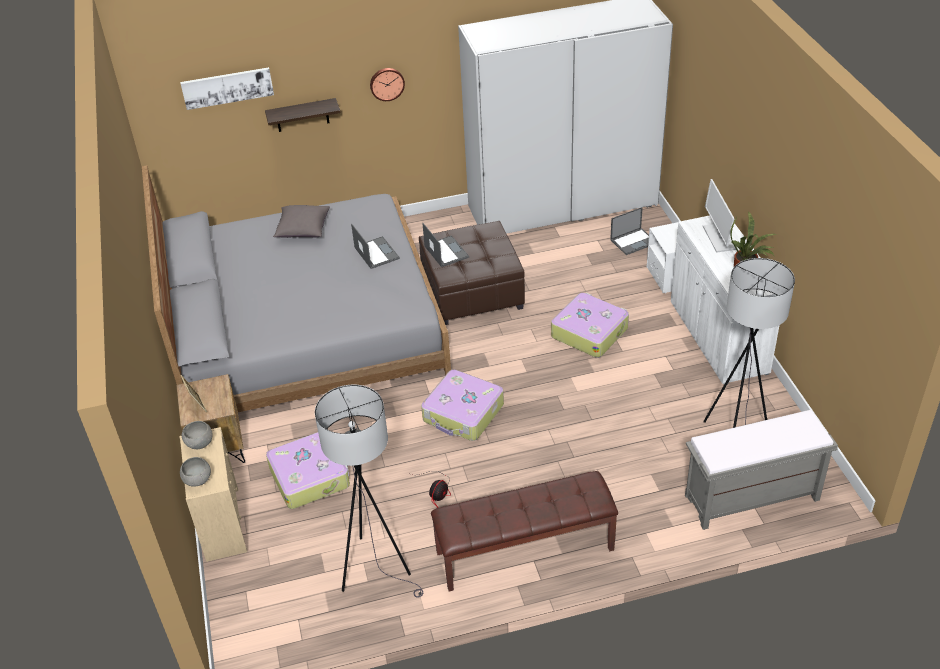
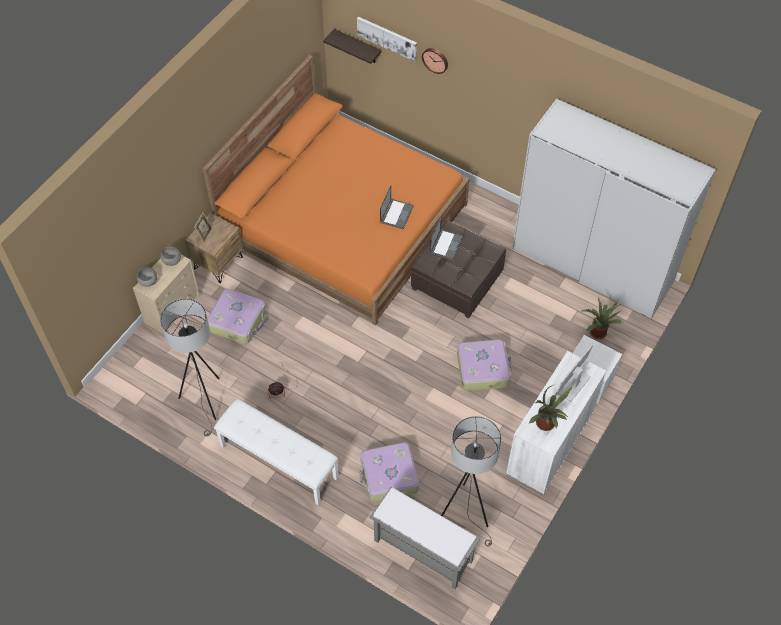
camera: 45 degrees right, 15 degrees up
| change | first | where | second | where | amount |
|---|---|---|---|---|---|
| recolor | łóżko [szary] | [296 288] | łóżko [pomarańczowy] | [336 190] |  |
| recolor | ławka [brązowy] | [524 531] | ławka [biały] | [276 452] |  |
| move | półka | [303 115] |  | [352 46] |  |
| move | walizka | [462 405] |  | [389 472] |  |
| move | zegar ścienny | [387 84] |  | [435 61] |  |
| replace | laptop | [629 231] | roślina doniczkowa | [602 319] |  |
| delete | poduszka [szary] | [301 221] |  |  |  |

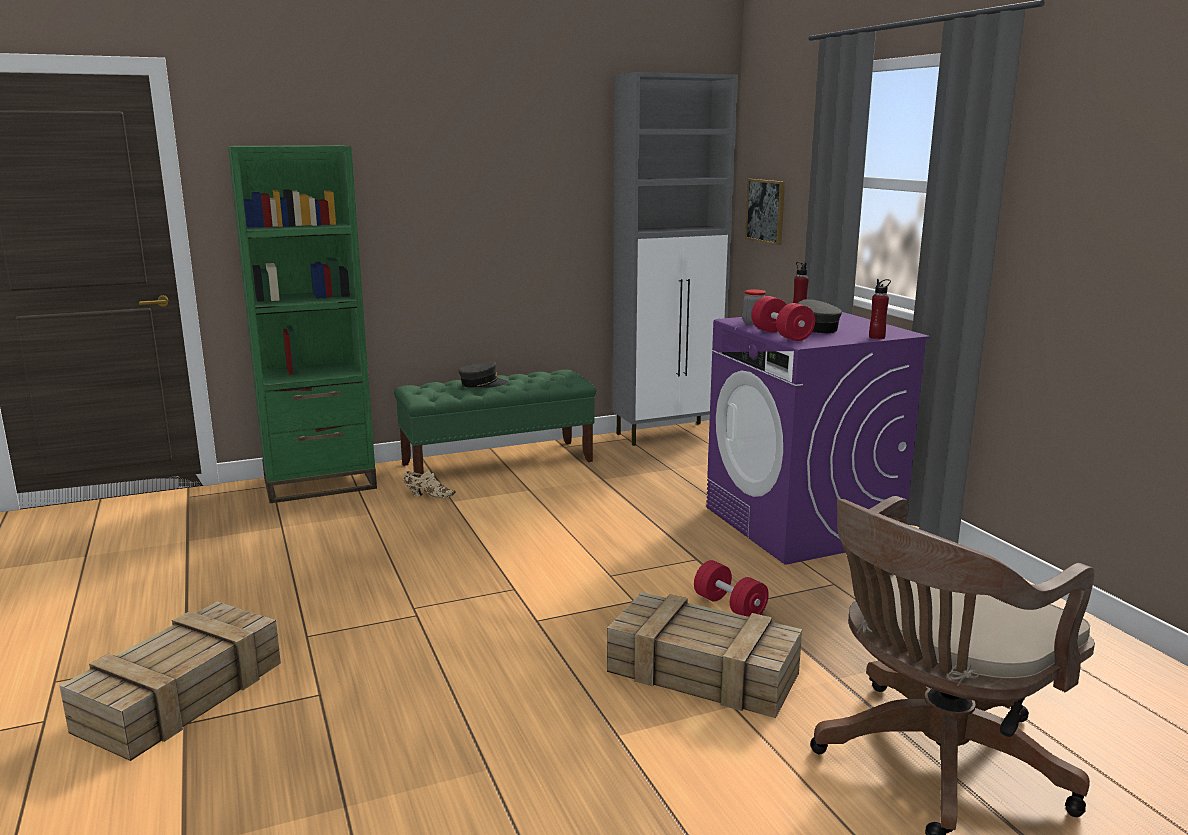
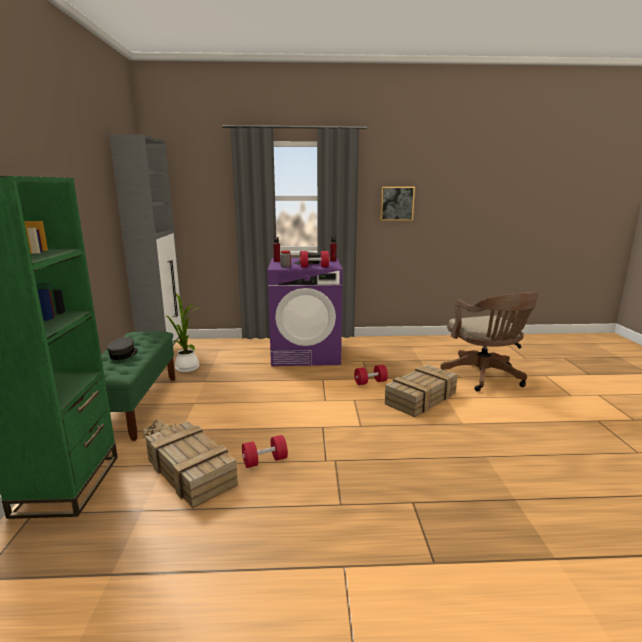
camera: 70 degrees left, 0 degrees up
| change | first | where | second | where | amount |
|---|---|---|---|---|---|
| move | skrzynka | [170 681] |  | [192 464] |  |
| insert |  |  | roślina doniczkowa | [183 332] |  |
| insert |  |  | hantel [czerwony] | [265 451] |  |
| move | obraz | [765 212] |  | [397 204] |  |

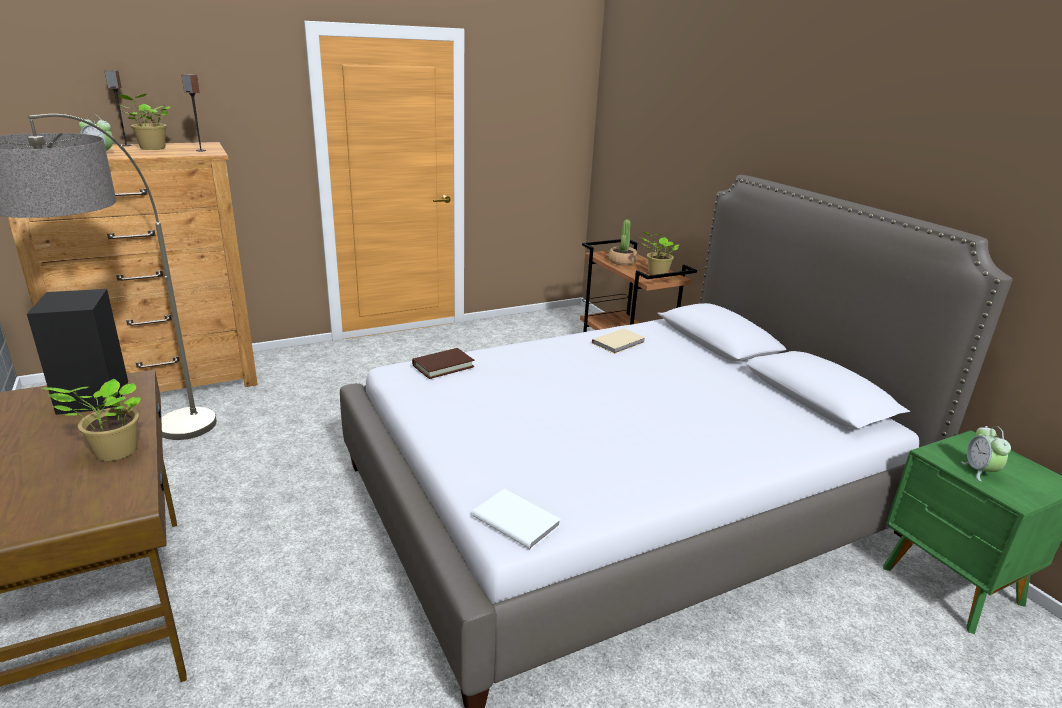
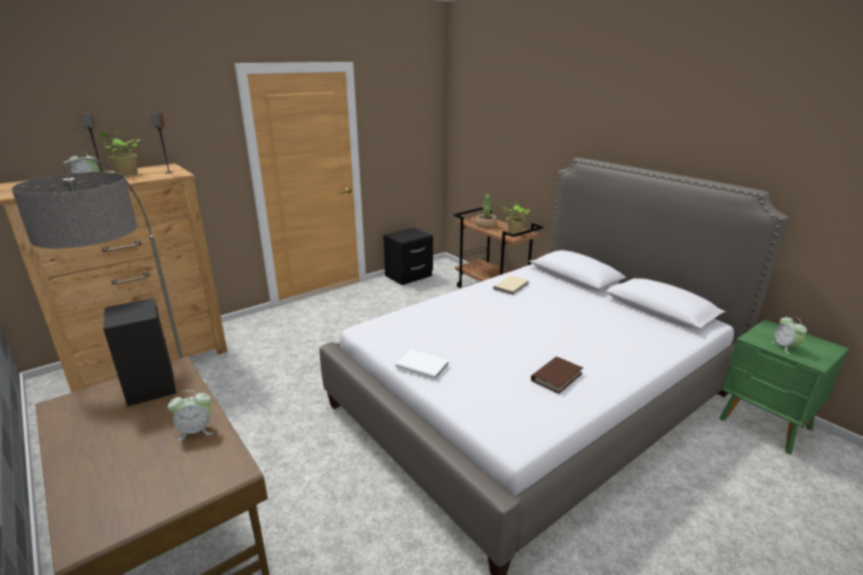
camera: 10 degrees left, 0 degrees up
| change | first | where | second | where | amount |
|---|---|---|---|---|---|
| replace | roślina doniczkowa | [91 420] | budzik | [190 415] |  |
| insert |  |  | szafka nocna [czarny] | [408 256] |  |
| move | książka [biały] | [516 519] |  | [422 364] |  |
| move | książka [brązowy] | [443 363] |  | [557 375] |  |

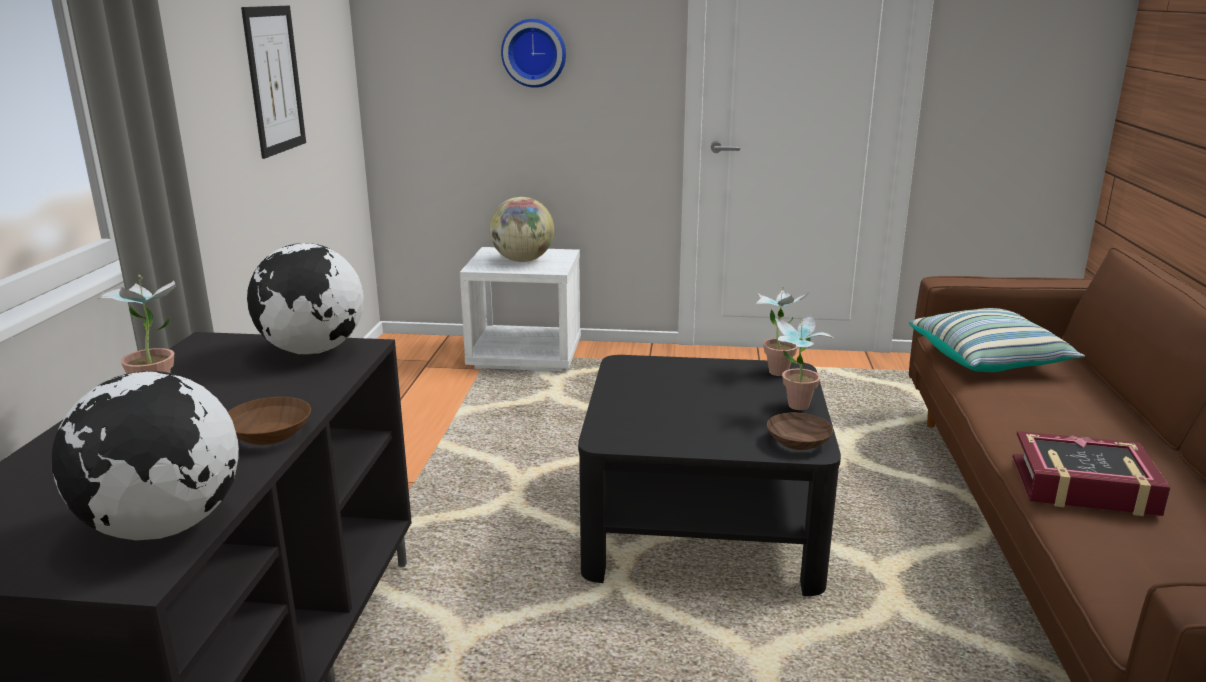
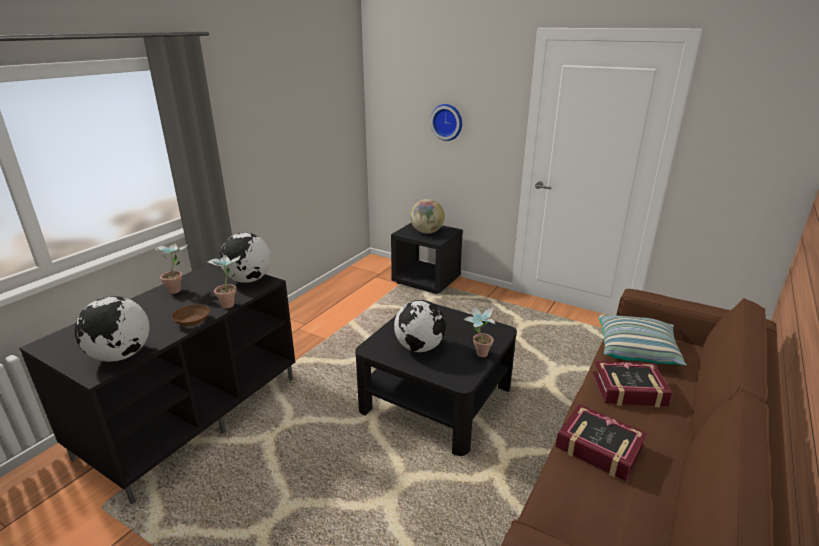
camera: 25 degrees right, 5 degrees up
| change | first | where | second | where | amount |
|---|---|---|---|---|---|
| move | roślina doniczkowa | [783 331] |  | [224 281] |  |
| recolor | szafka nocna [biały] | [520 309] | szafka nocna [czarny] | [427 258] |  |
| insert |  |  | globus | [420 326] |  |
| insert |  |  | książka | [633 384] |  |
| delete | obraz | [273 82] |  |  |  |
| delete | miska [brązowy] | [800 431] |  |  |  |

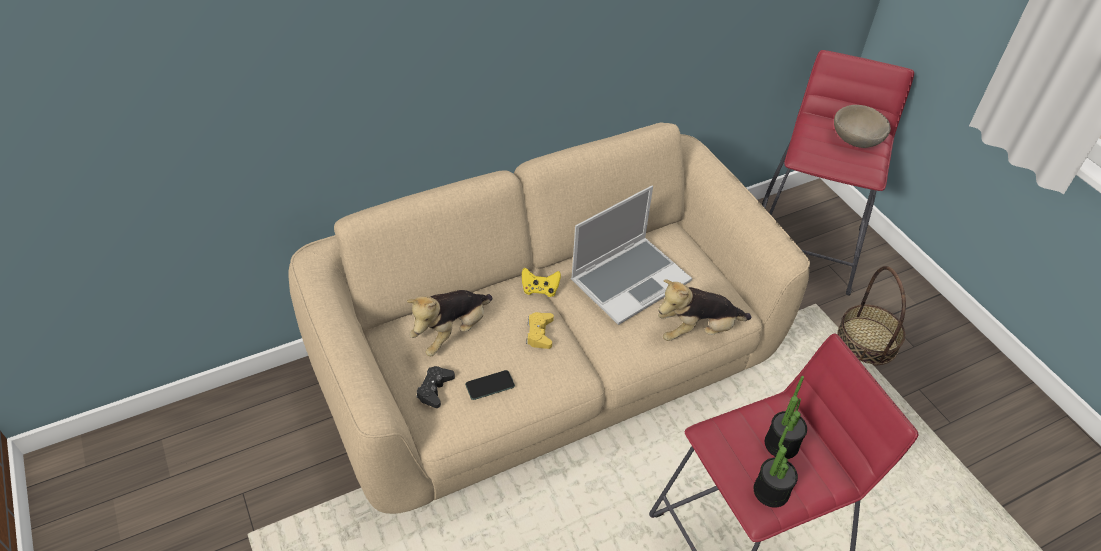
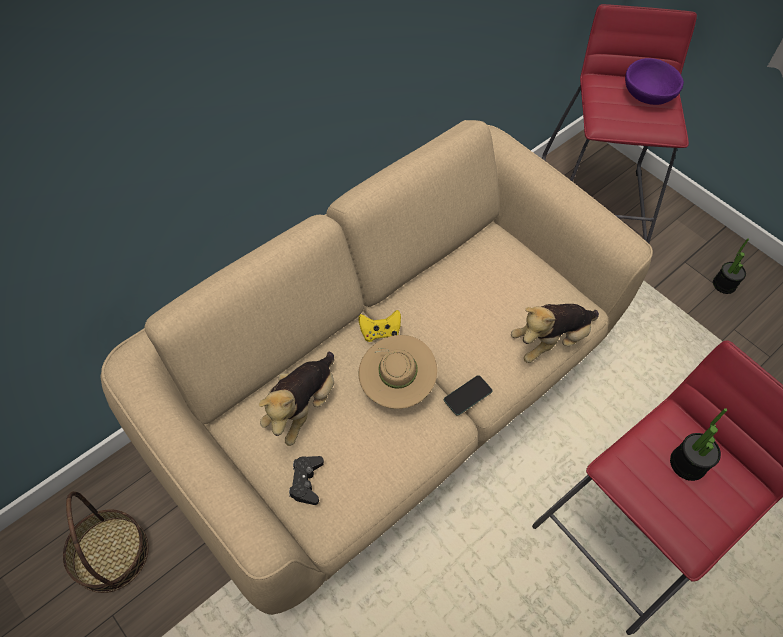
camera: 15 degrees left, 10 degrees up
| change | first | where | second | where | amount |
|---|---|---|---|---|---|
| move | koszyk | [871 315] |  | [106 542] |  |
| replace | pad do gier [żółty] | [540 330] | kapelusz [beżowy] | [397 372] |  |
| move | telefon | [490 385] |  | [468 395] |  |
| recolor | miska [beżowy] | [862 126] | miska [fioletowy] | [654 81] |  |
| move | roślina doniczkowa | [775 467] |  | [731 266] |  |
| delete | laptop | [631 255] |  |  |  |

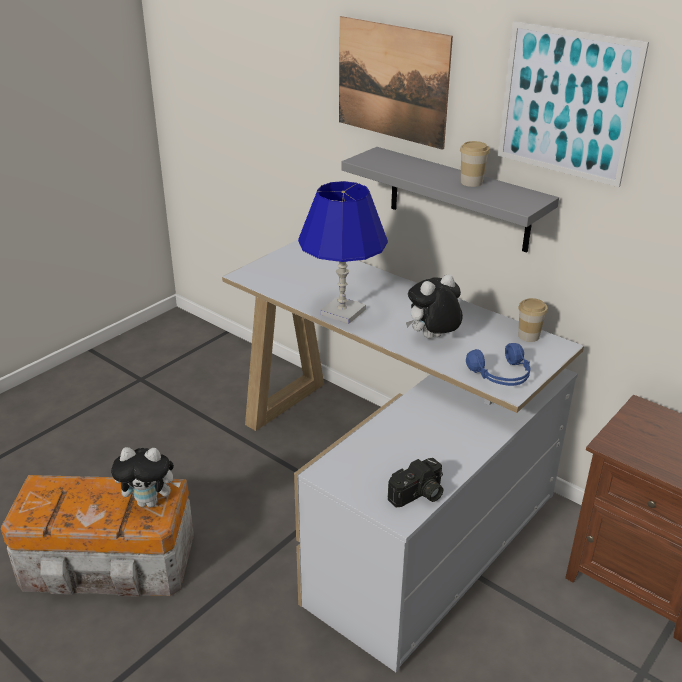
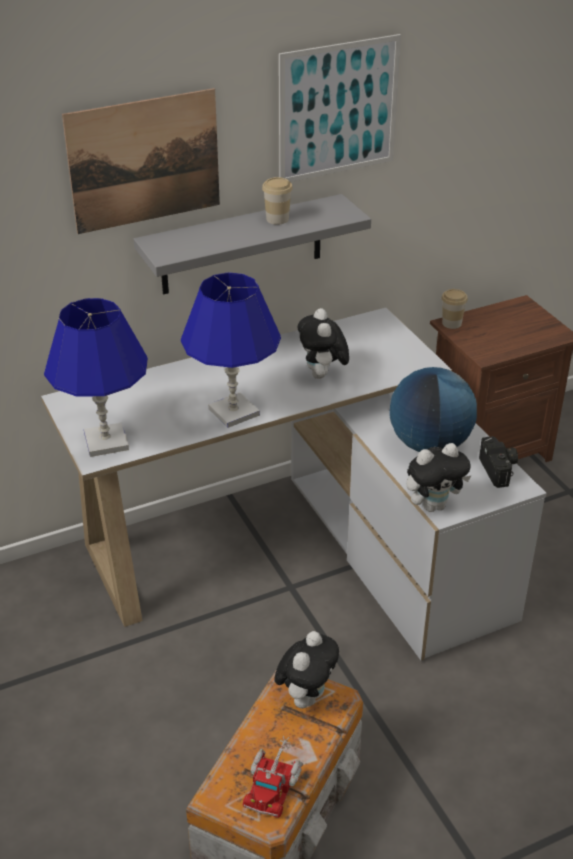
camera: 65 degrees left, 5 degrees up
| change | first | where | second | where | amount |
|---|---|---|---|---|---|
| insert |  |  | lampa stołowa [niebieski] | [96 377] |  |
| insert |  |  | ciężarówka zabawkowa | [272 777] |  |
| insert |  |  | globus | [433 409] |  |
| insert |  |  | pluszak | [438 477] |  |
| move | filiżanka | [533 320] |  | [455 309] |  |
| delete | słuchawki [niebieski] | [498 364] |  |  |  |

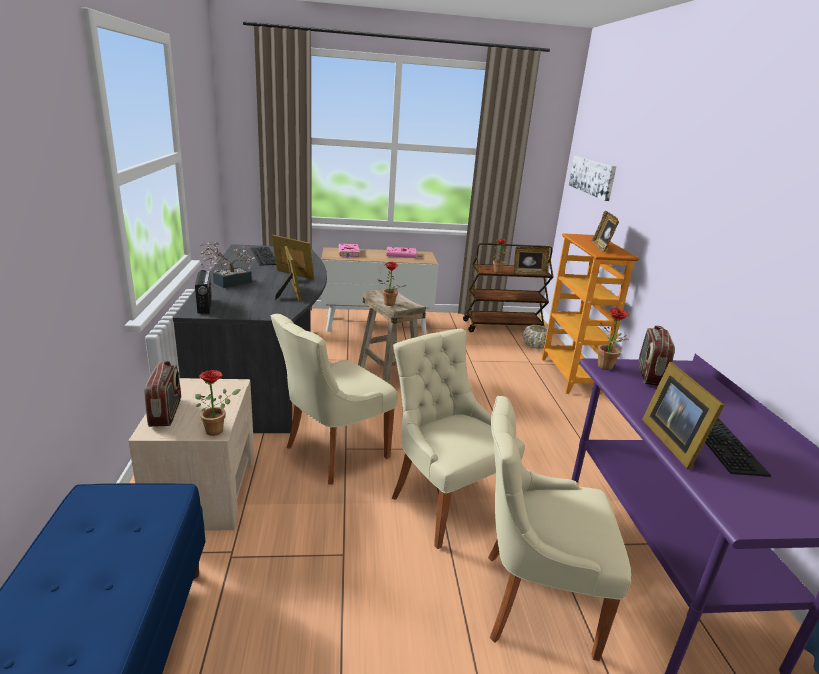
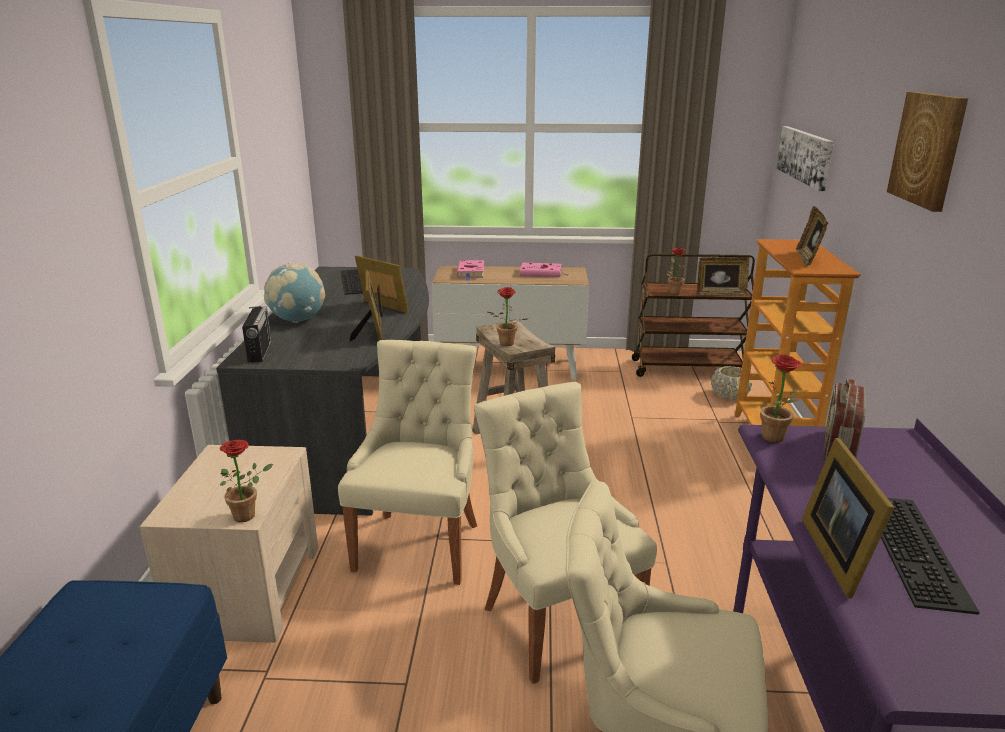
camera: 10 degrees right, 0 degrees up
| change | first | where | second | where | amount |
|---|---|---|---|---|---|
| replace | roślina doniczkowa | [227 264] | globus | [294 293] |  |
| rotate | krzesło [beżowy] | [334 399] |  | [407 462] | 135 degrees clockwise |
| insert |  |  | obraz | [927 152] |  |
| delete | radio | [163 394] |  |  |  |

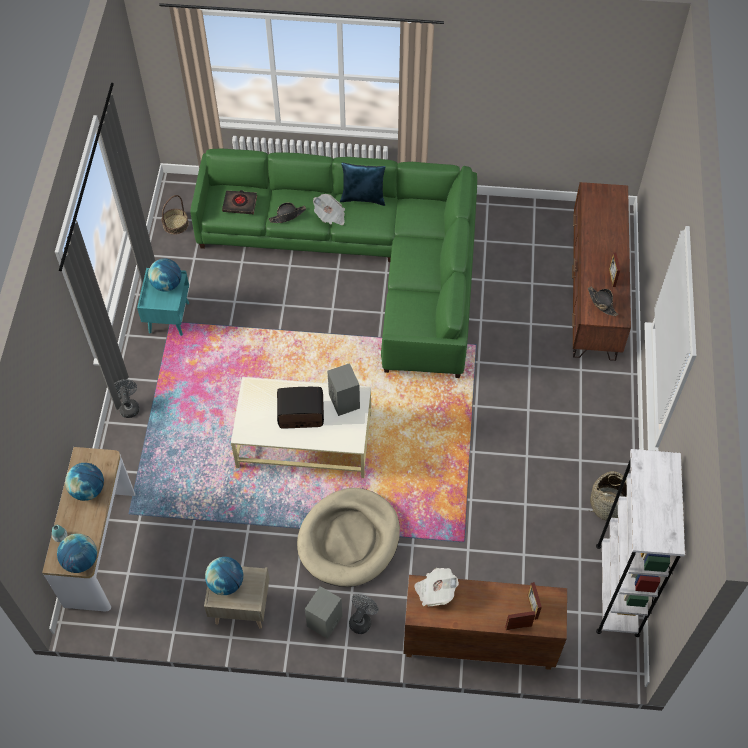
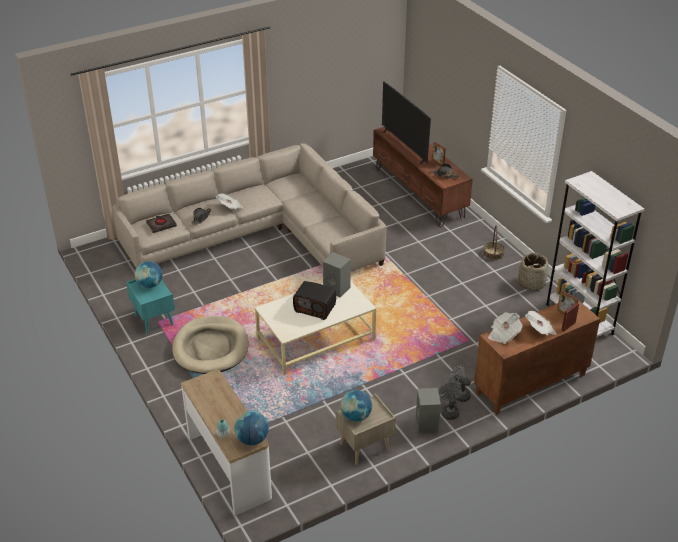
camera: 35 degrees left, 20 degrees down
| change | first | where | second | where | amount |
|---|---|---|---|---|---|
| recolor | kanapa [zielony] | [333 263] | kanapa [beżowy] | [249 207] |  |
| move | legowisko [beżowy] | [348 537] |  | [210 345] |  |
| rotate | radio | [300 408] |  | [314 300] | 120 degrees counterclockwise |
| insert |  |  | telewizor | [406 123] |  |
| move | wentylator [szary] | [127 398] |  | [459 384] |  |
| move | koszyk | [175 214] |  | [494 243] |  |
| insert |  |  | gazeta | [540 323] |  |
| delete | globus | [84 482] |  |  |  |
| delete | poduszka [niebieski] | [363 184] |  |  |  |

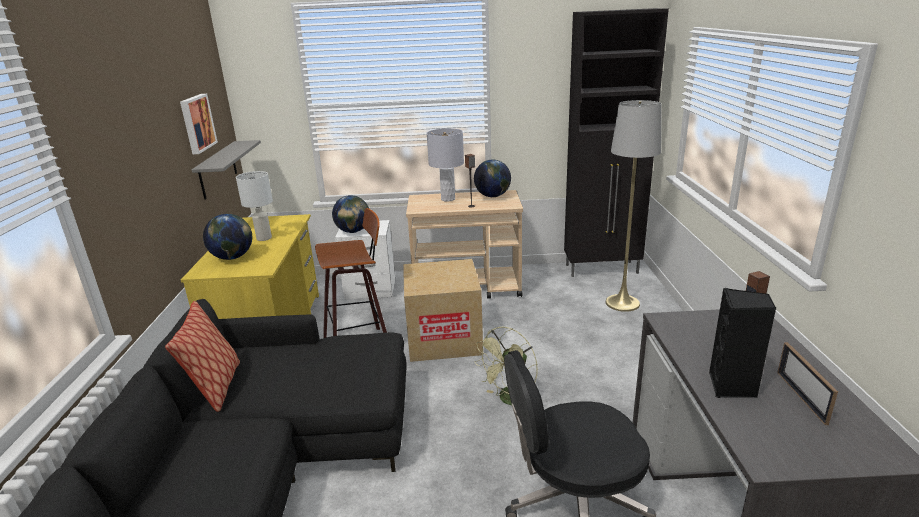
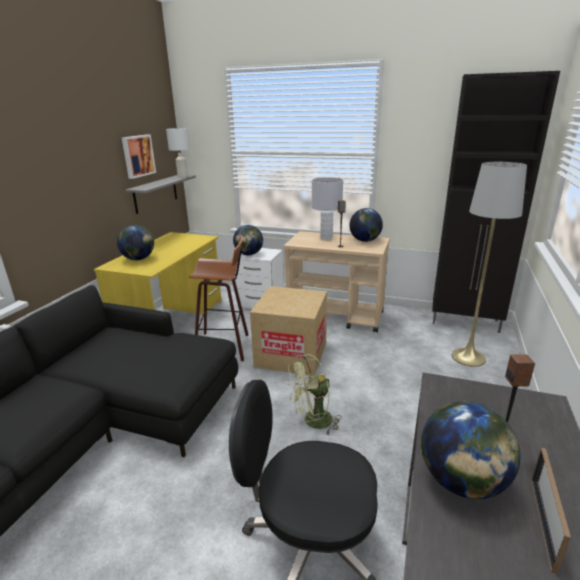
camera: 20 degrees right, 0 degrees up
| change | first | where | second | where | amount |
|---|---|---|---|---|---|
| move | lampa stołowa [biały] | [254 206] |  | [178 153] |  |
| replace | głośnik [czarny] | [742 343] | globus | [470 450] |  |
| delete | poduszka | [202 356] |  |  |  |

